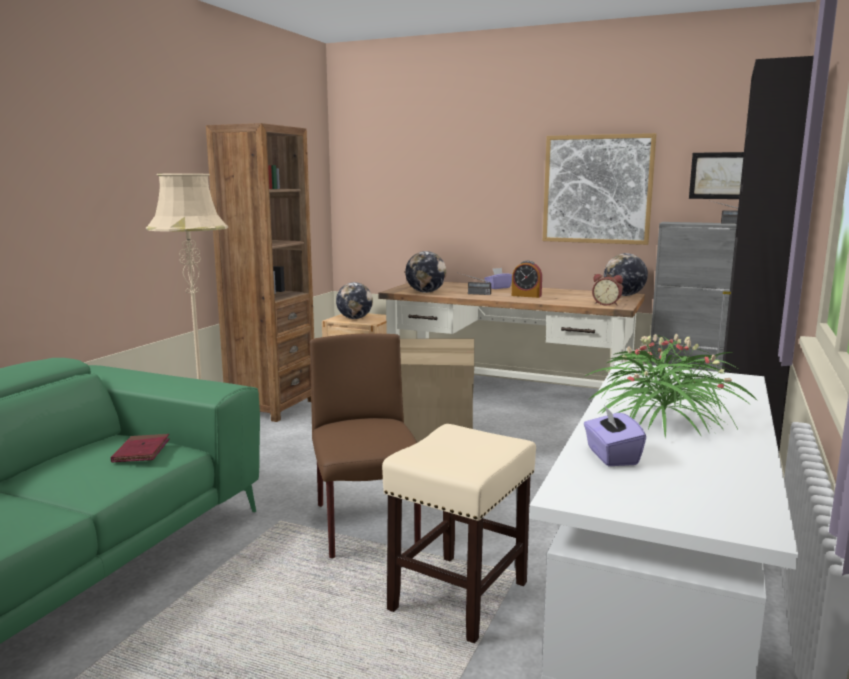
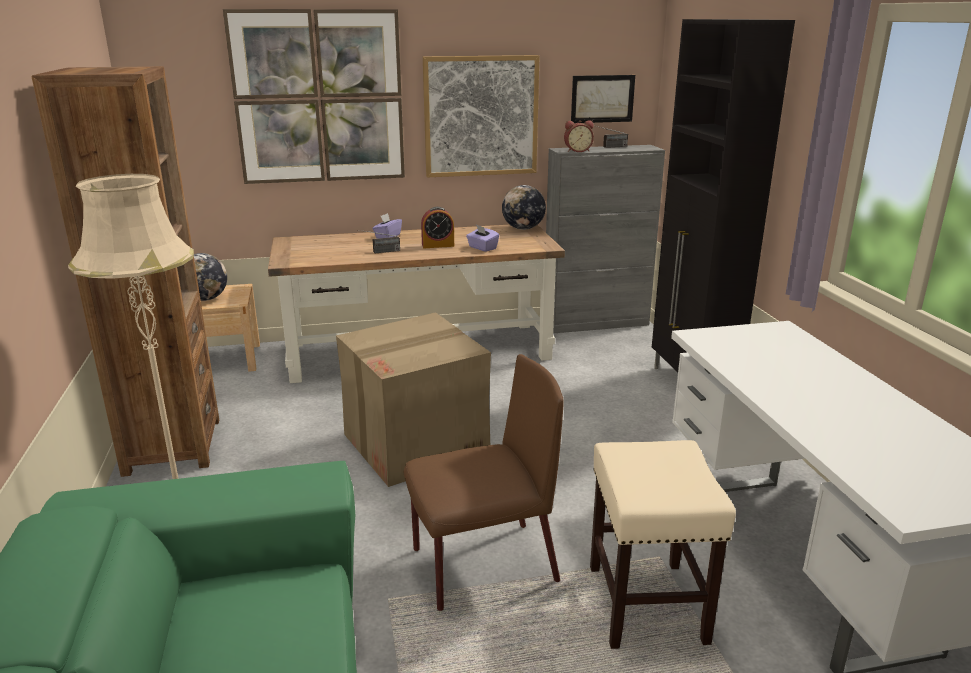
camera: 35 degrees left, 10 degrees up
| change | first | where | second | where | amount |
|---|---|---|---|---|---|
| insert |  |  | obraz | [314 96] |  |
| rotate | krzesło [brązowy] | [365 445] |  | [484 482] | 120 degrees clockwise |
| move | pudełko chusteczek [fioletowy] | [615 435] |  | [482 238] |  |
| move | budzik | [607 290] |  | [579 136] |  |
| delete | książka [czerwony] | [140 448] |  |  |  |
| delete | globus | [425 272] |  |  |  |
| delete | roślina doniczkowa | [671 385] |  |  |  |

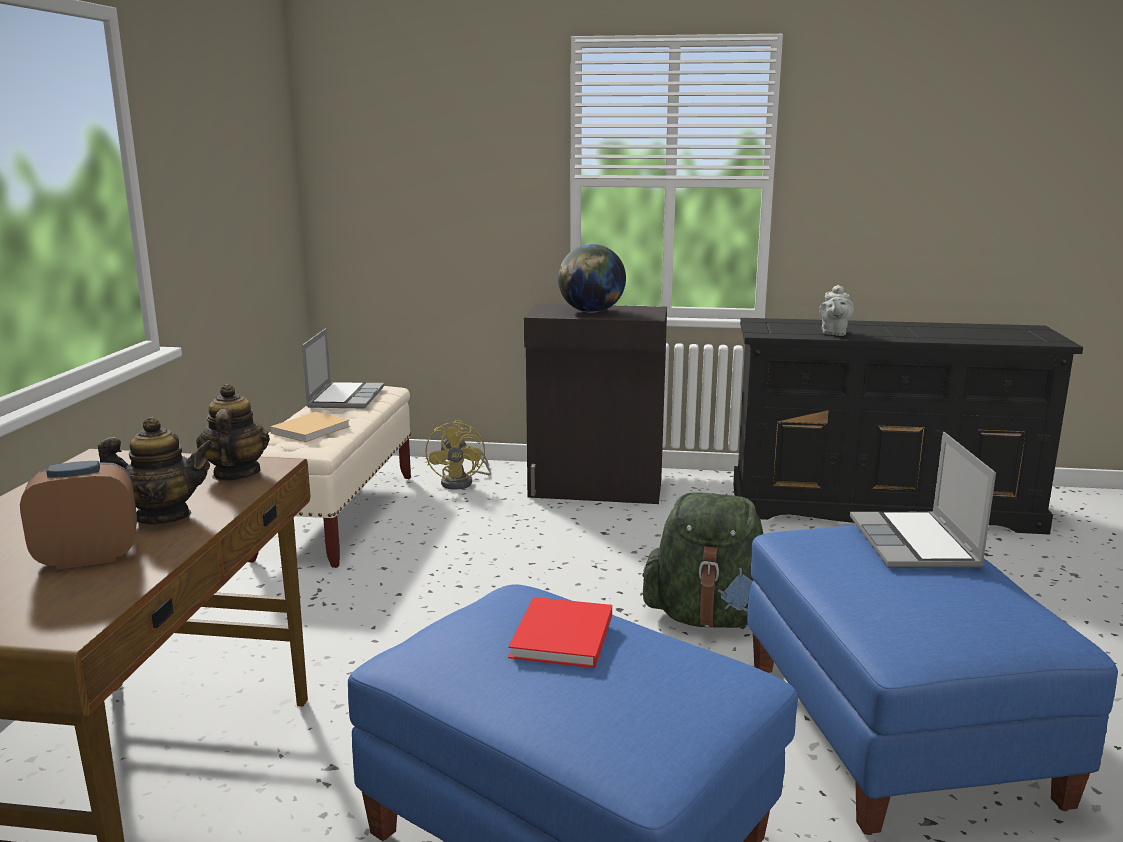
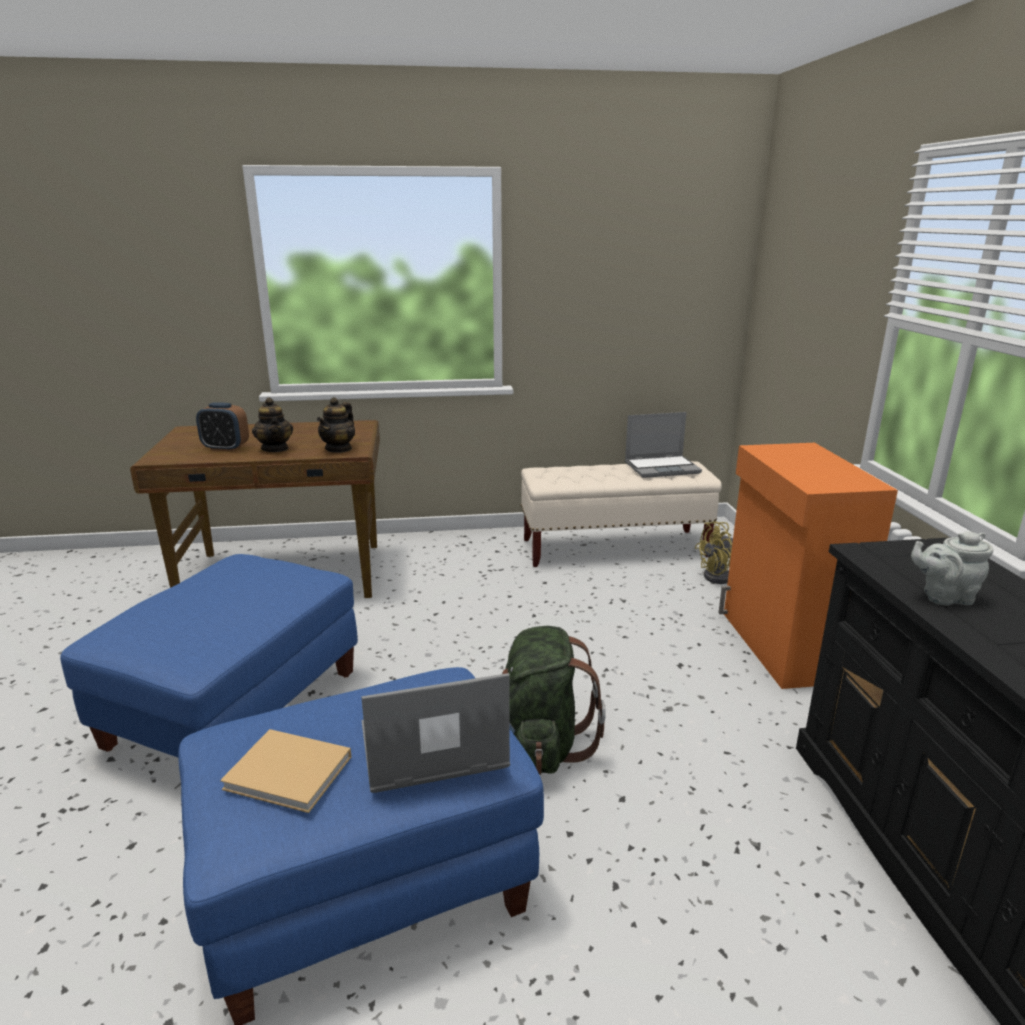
camera: 75 degrees right, 5 degrees up
| change | first | where | second | where | amount |
|---|---|---|---|---|---|
| rotate | budzik | [78 515] |  | [222 426] | 135 degrees clockwise |
| move | książka [beżowy] | [310 427] |  | [285 771] |  |
| rotate | imbryk | [233 432] |  | [336 425] | 135 degrees clockwise |
| recolor | szafka [czarny] | [595 403] | szafka [pomarańczowy] | [808 566] |  |
| delete | książka [czerwony] | [560 632] |  |  |  |
| delete | globus | [592 278] |  |  |  |

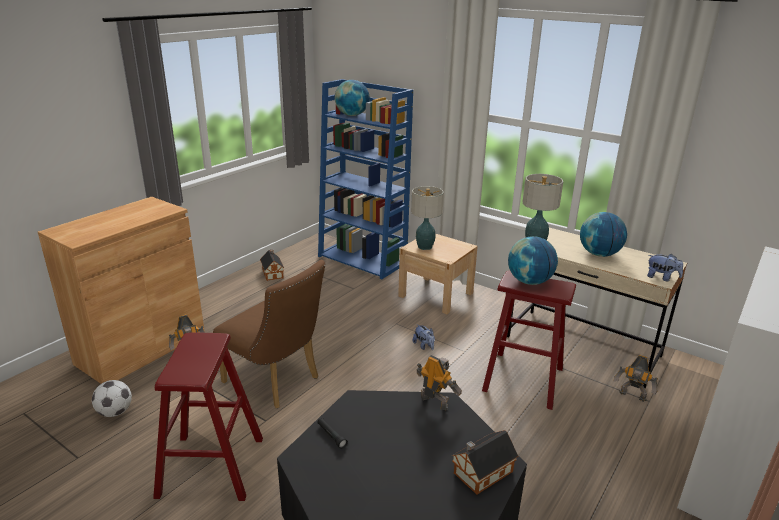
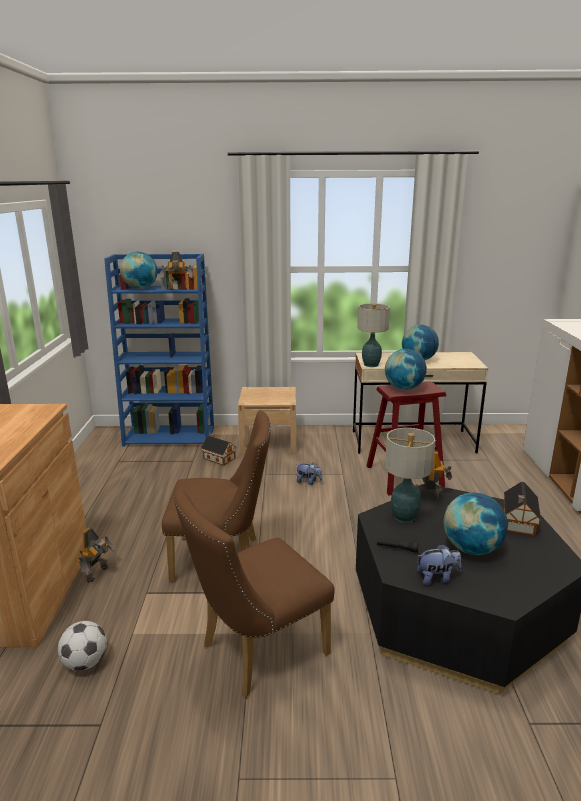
camera: 35 degrees left, 5 degrees down
| change | first | where | second | where | amount |
|---|---|---|---|---|---|
| move | robot zabawkowy | [636 378] |  | [176 271] |  |
| replace | stołek [czerwony] | [208 417] | krzesło [brązowy] | [254 593] |  |
| move | domek | [272 265] |  | [219 449] |  |
| move | lampa stołowa | [427 218] |  | [410 475] |  |
| move | pluszak | [665 267] |  | [439 564] |  |
| insert |  |  | globus | [476 524] |  |

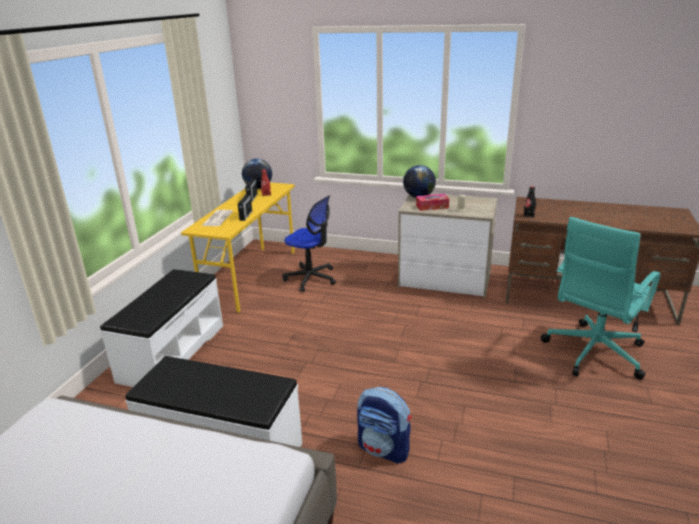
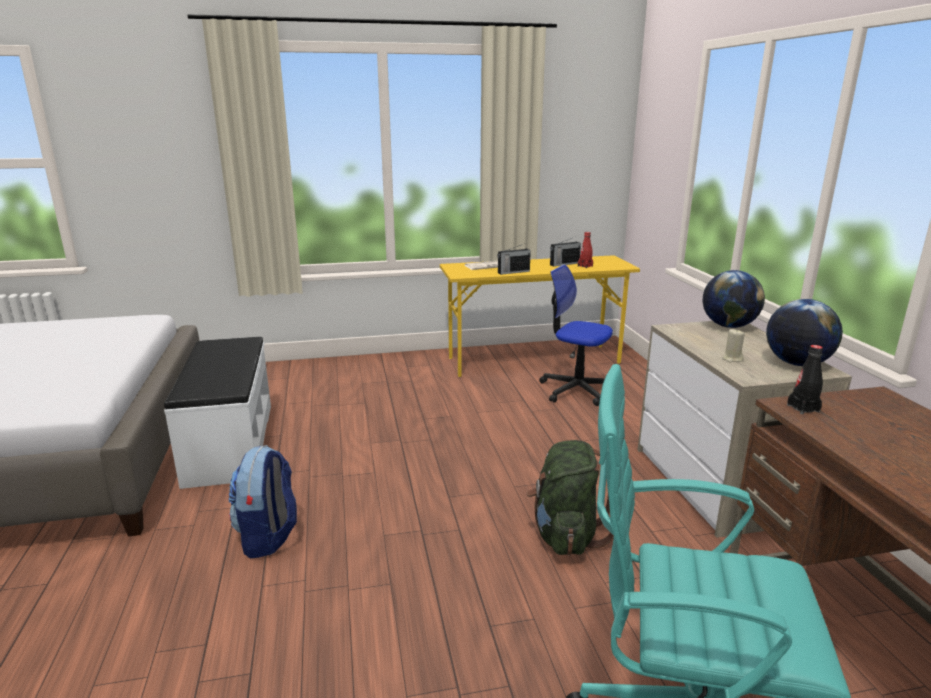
camera: 60 degrees right, 5 degrees down
| change | first | where | second | where | amount |
|---|---|---|---|---|---|
| insert |  |  | plecak [zielony] | [570 497] |  |
| rotate | krzesło biurowe | [309 243] |  | [576 335] | 120 degrees clockwise |
| move | globus | [257 174] |  | [804 332] |  |
| delete | ławka [biały] | [161 328] |  |  |  |
| delete | pudełko chusteczek | [432 202] |  |  |  |

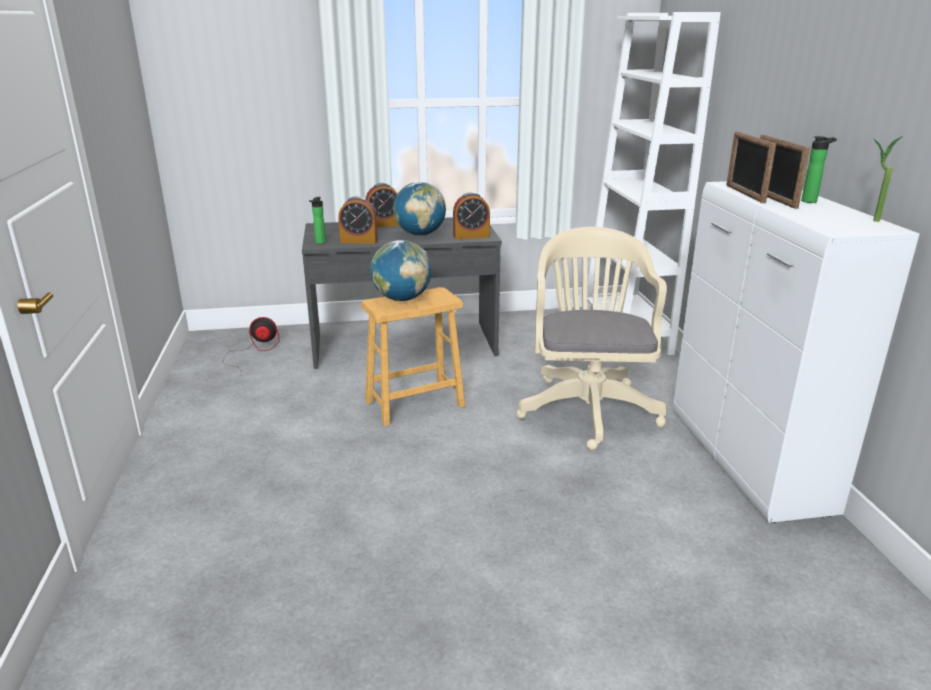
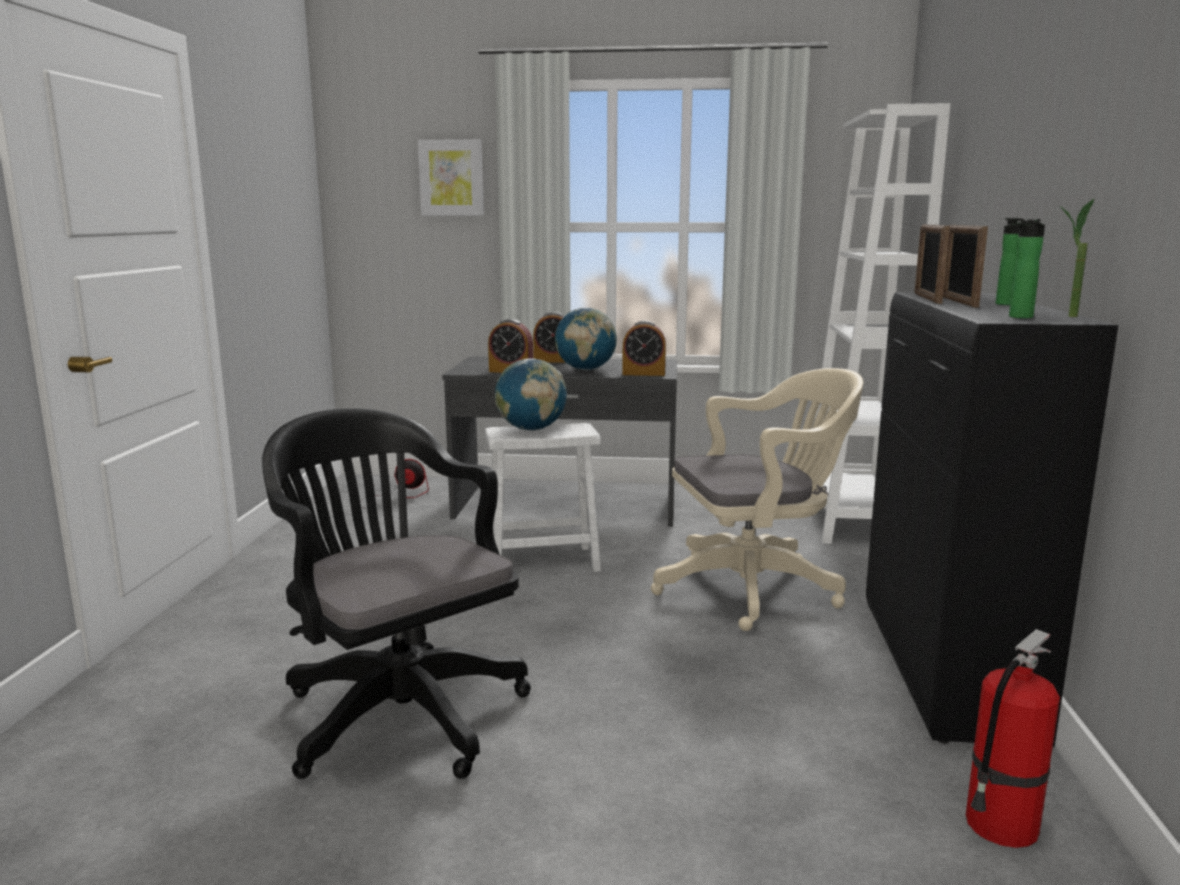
camera: 15 degrees right, 10 degrees down
| change | first | where | second | where | amount |
|---|---|---|---|---|---|
| insert |  |  | krzesło biurowe [czarny] | [396 593] |  |
| insert |  |  | obraz | [451 177] |  |
| recolor | stołek [brązowy] | [413 356] | stołek [biały] | [543 497] |  |
| rotate | krzesło biurowe [beżowy] | [592 338] |  | [757 499] | 60 degrees clockwise |
| recolor | szafka [biały] | [796 352] | szafka [czarny] | [992 519] |  |
| insert |  |  | gaśnica | [1013 738] |  |
| move | butelka | [317 220] |  | [1027 268] |  |

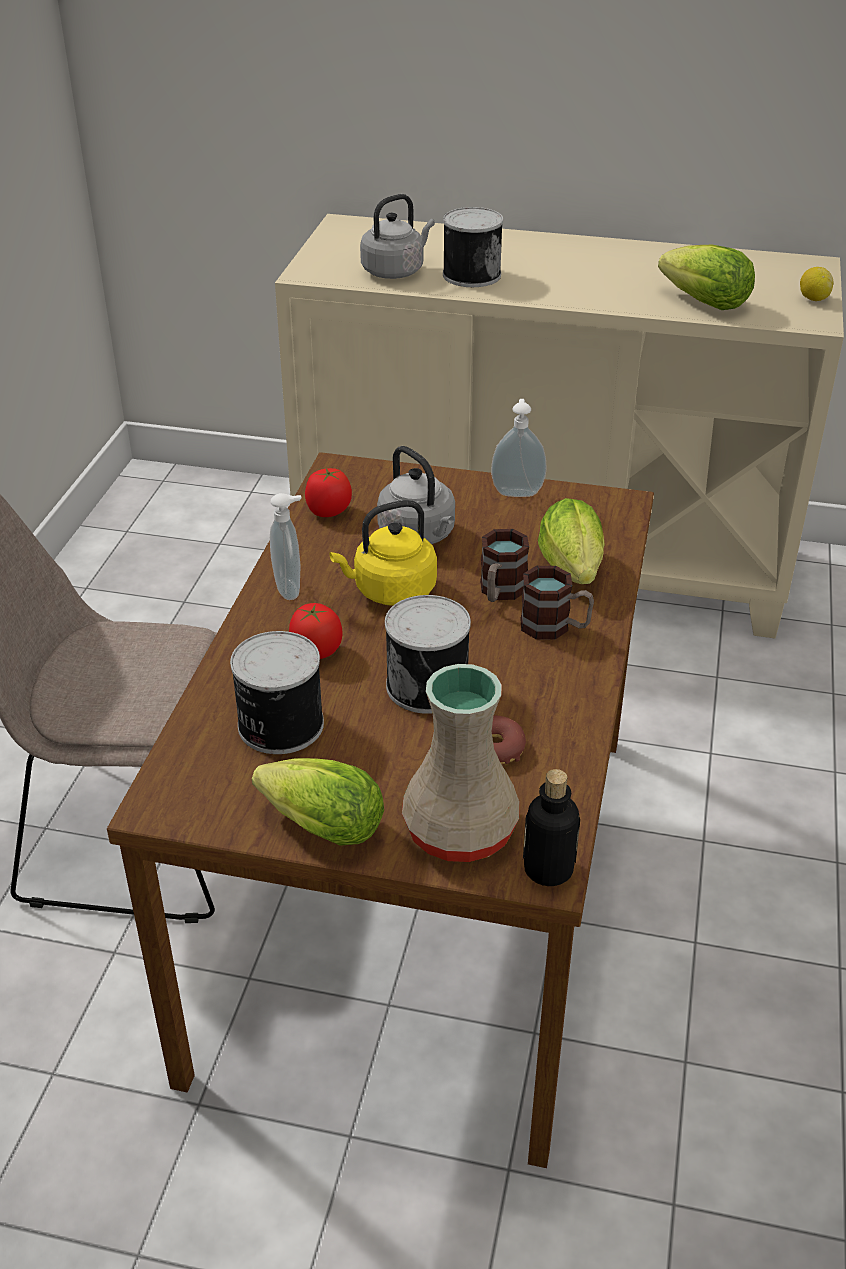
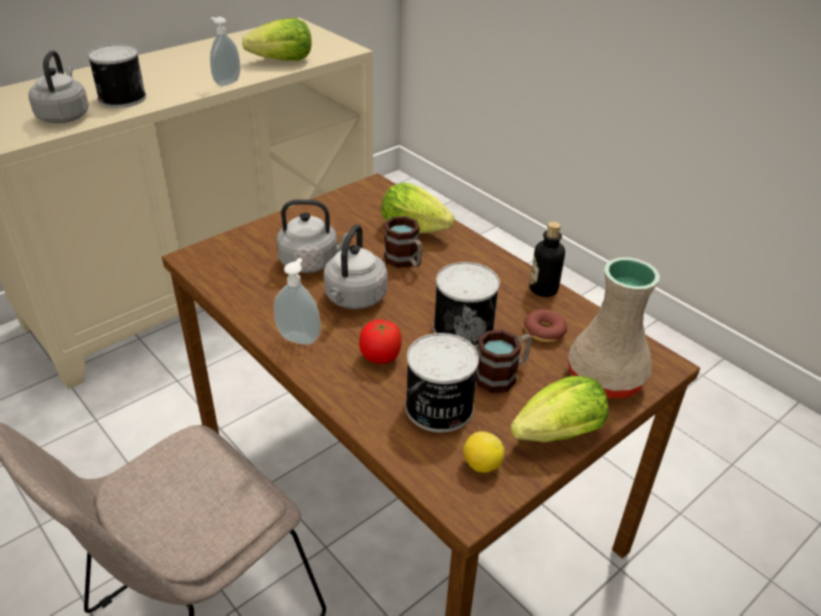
camera: 55 degrees left, 0 degrees up
| change | first | where | second | where | amount |
|---|---|---|---|---|---|
| move | dozownik mydła | [519 448] |  | [225 51] |  |
| recolor | czajnik [żółty] | [383 553] | czajnik [szary] | [356 266] |  |
| move | cytryna | [816 284] |  | [484 452] |  |
| move | kubek | [557 603] |  | [504 361] |  |
| move | butelka | [551 827] |  | [547 259] |  |
| delete | pomidor | [328 492] |  |  |  |

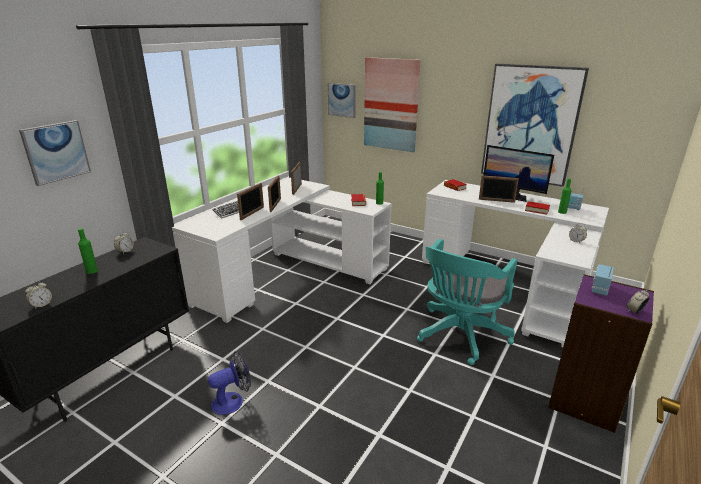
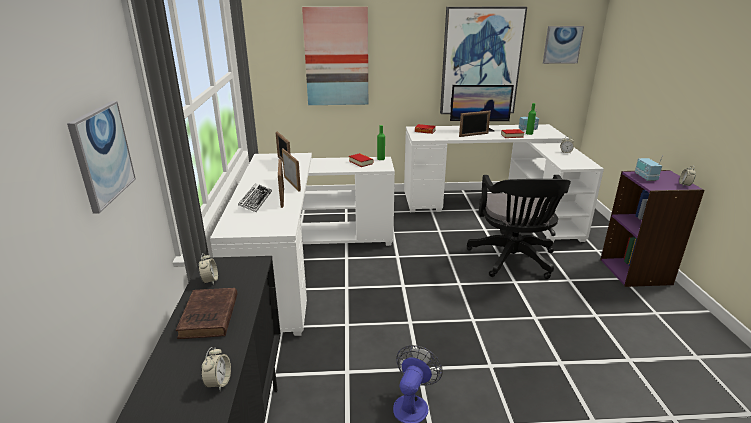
camera: 35 degrees left, 0 degrees up
| change | first | where | second | where | amount |
|---|---|---|---|---|---|
| replace | butelka [zielony] | [88 251] | książka [brązowy] | [206 313] |  |
| recolor | krzesło biurowe [turkusowy] | [467 302] | krzesło biurowe [czarny] | [519 227] |  |
| move | obraz | [342 100] |  | [563 45] |  |

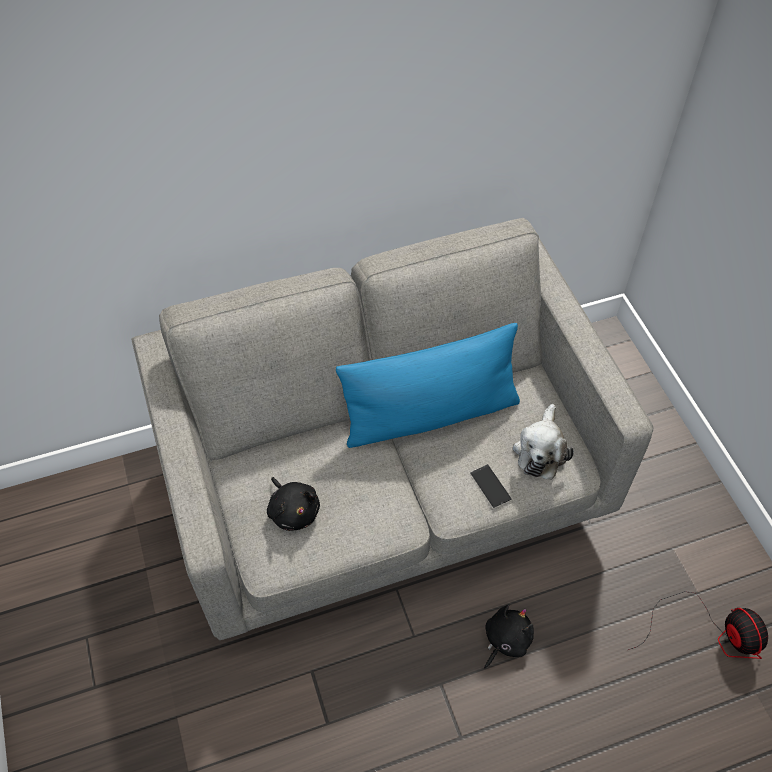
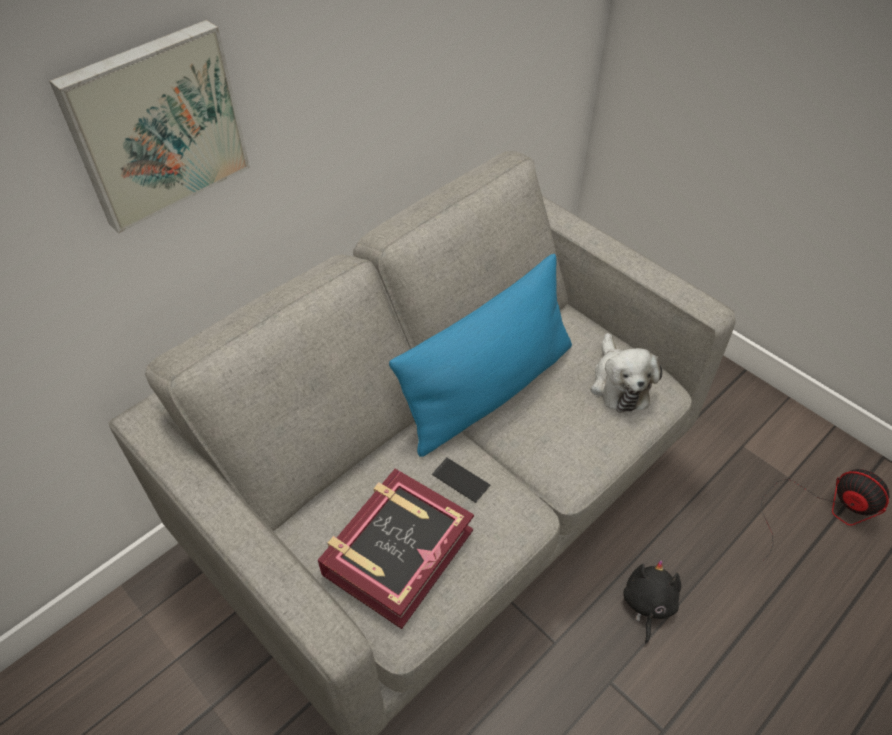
camera: 25 degrees left, 5 degrees down
| change | first | where | second | where | amount |
|---|---|---|---|---|---|
| insert |  |  | obraz | [149 126] |  |
| replace | pluszak [czarny] | [293 504] | książka | [396 549] |  |
| move | telefon | [491 486] |  | [461 480] |  |

